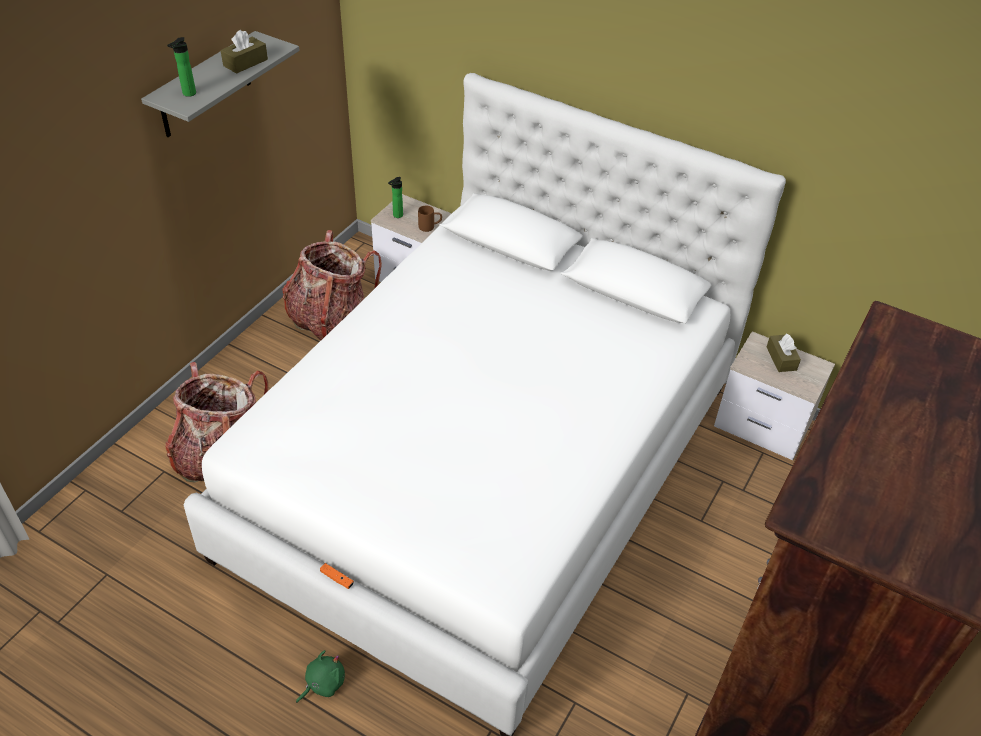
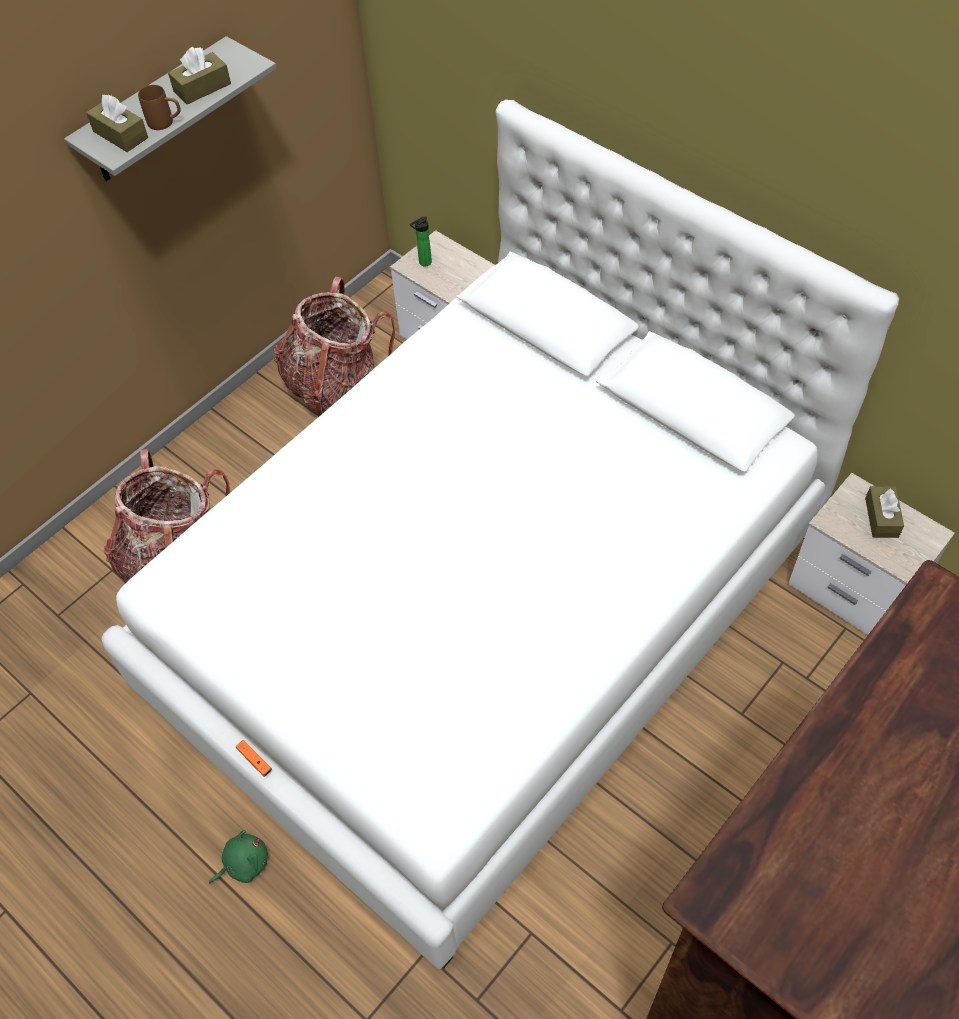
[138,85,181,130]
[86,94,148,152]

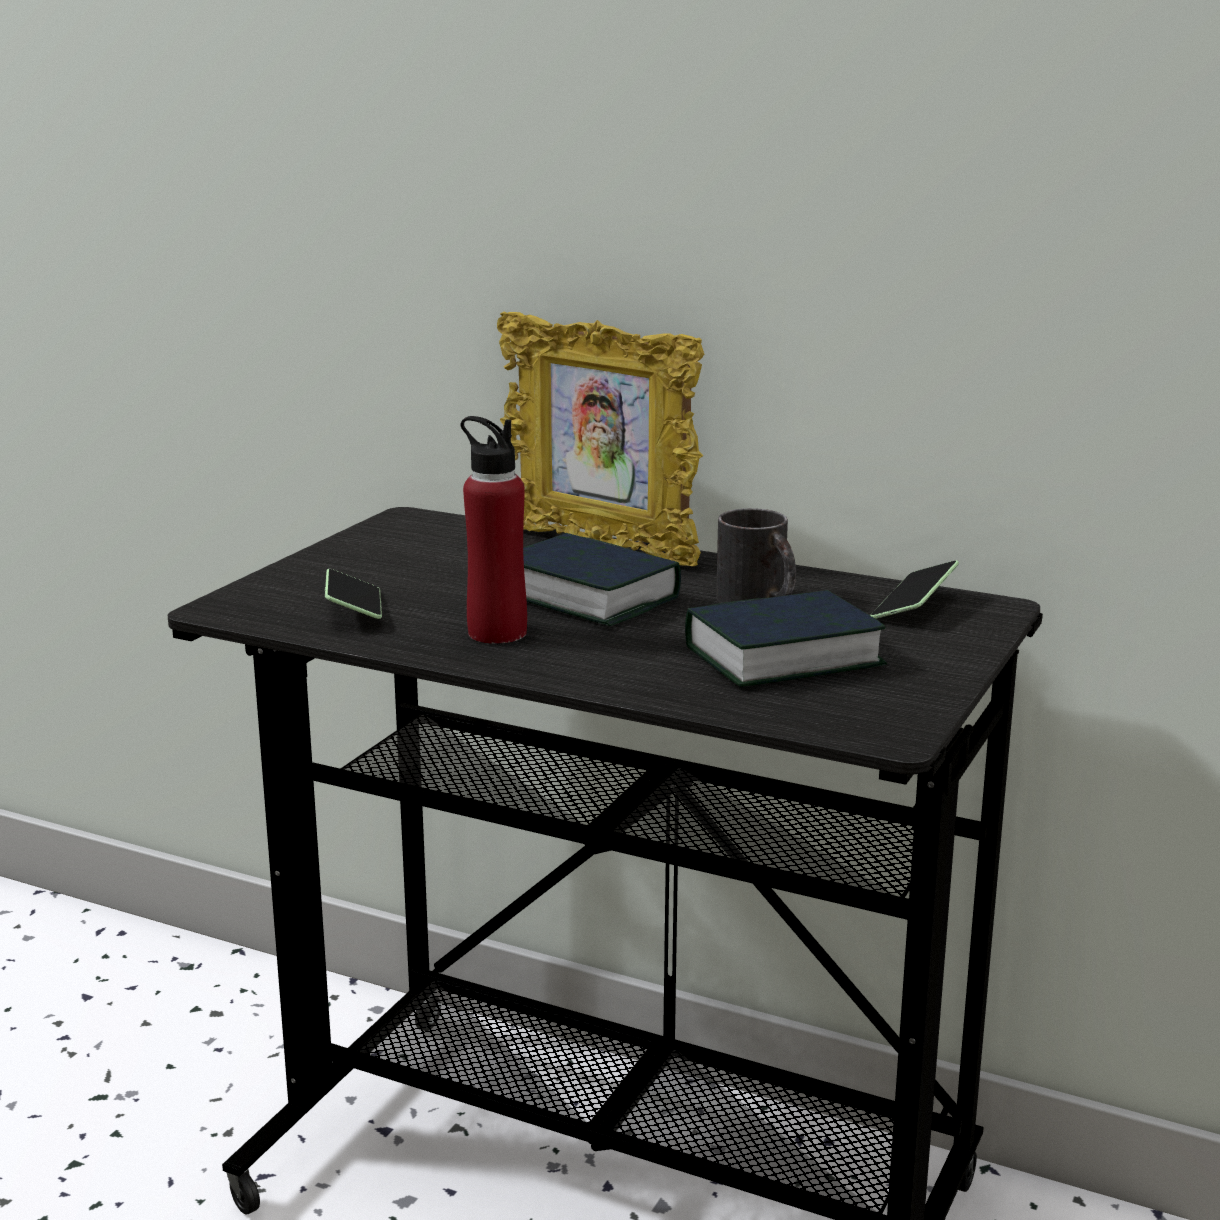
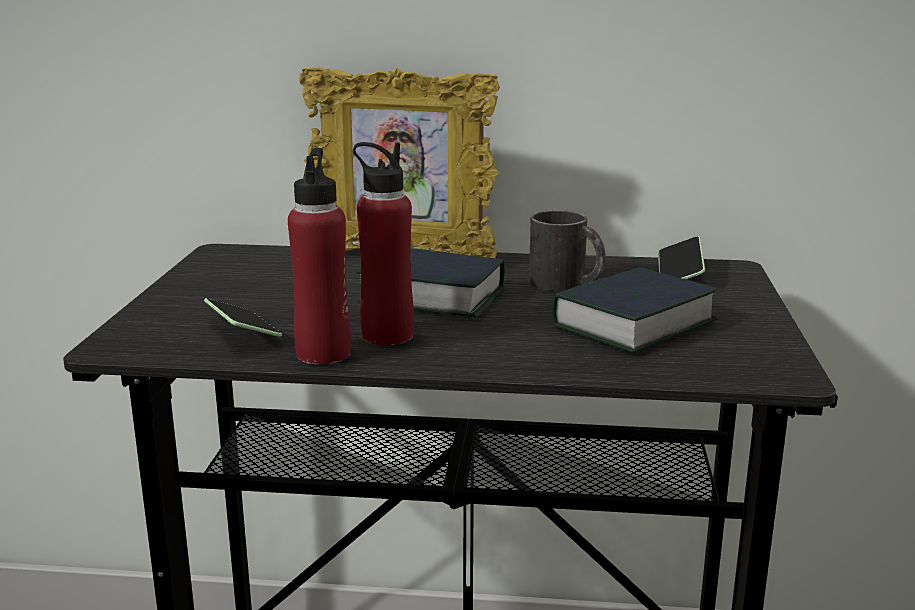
[288,148,351,365]

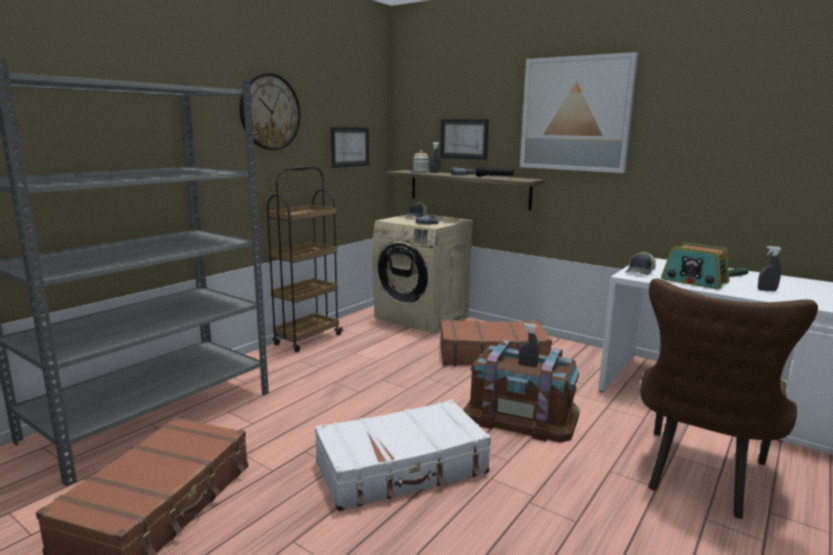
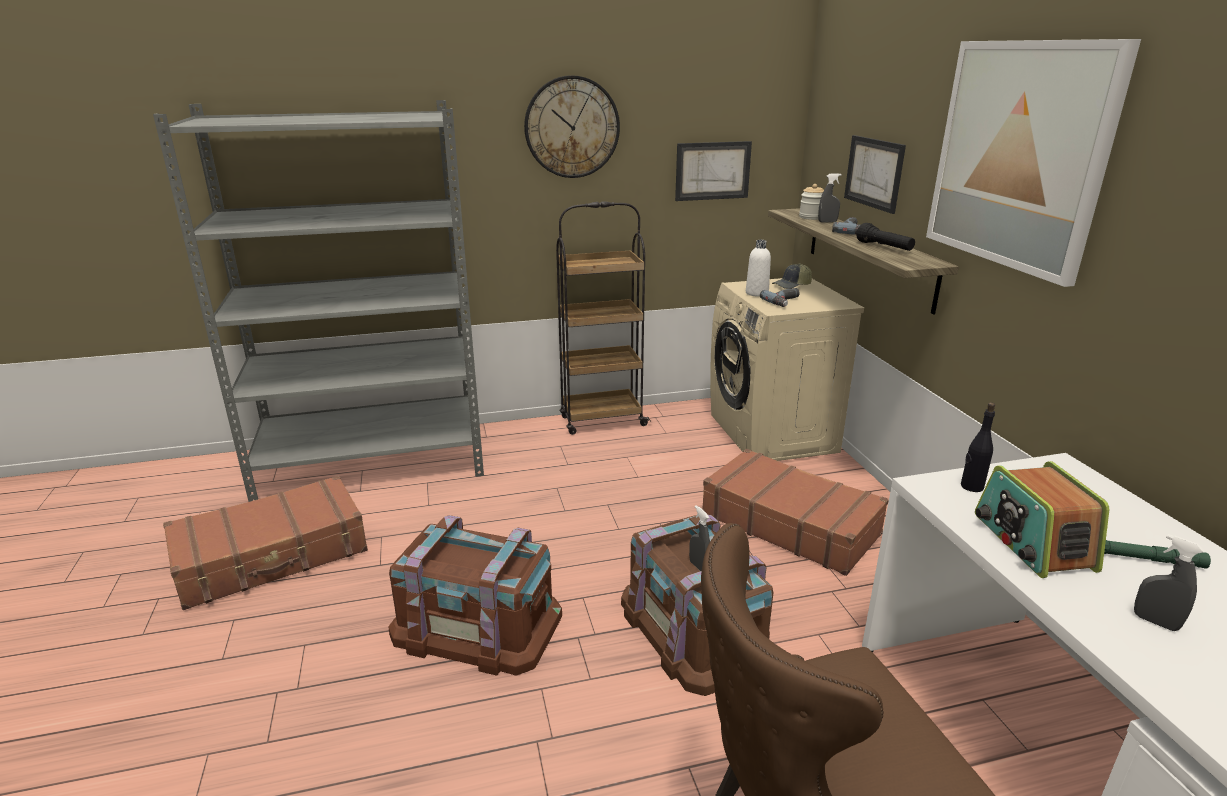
[746,240,771,297]
[388,515,562,676]
[961,403,995,492]

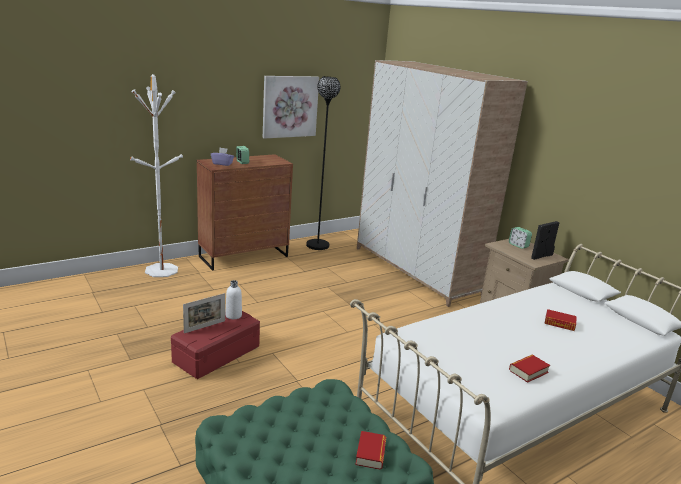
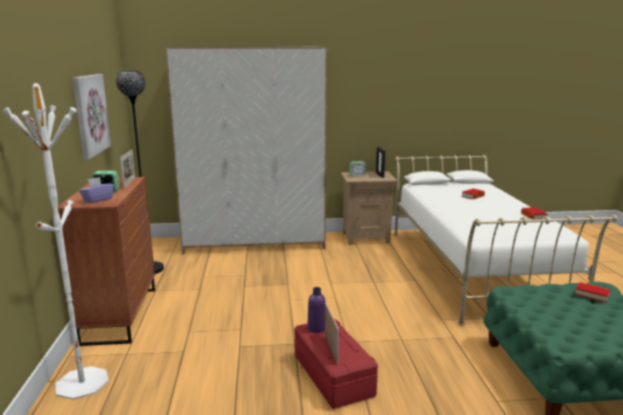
[120,150,135,188]
[307,287,326,333]

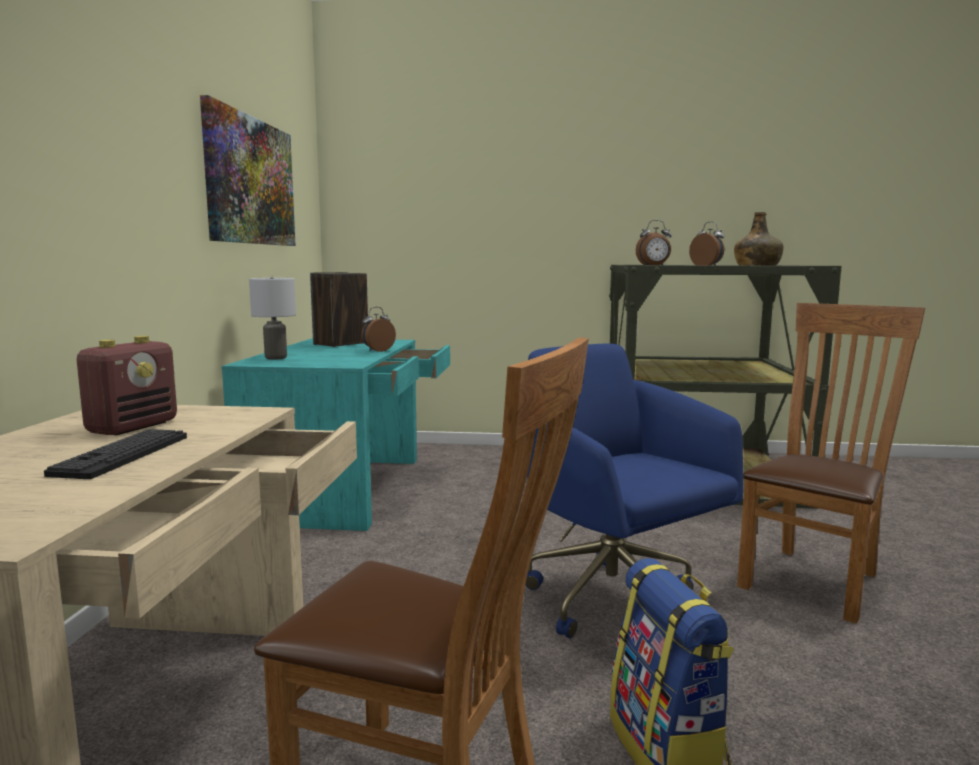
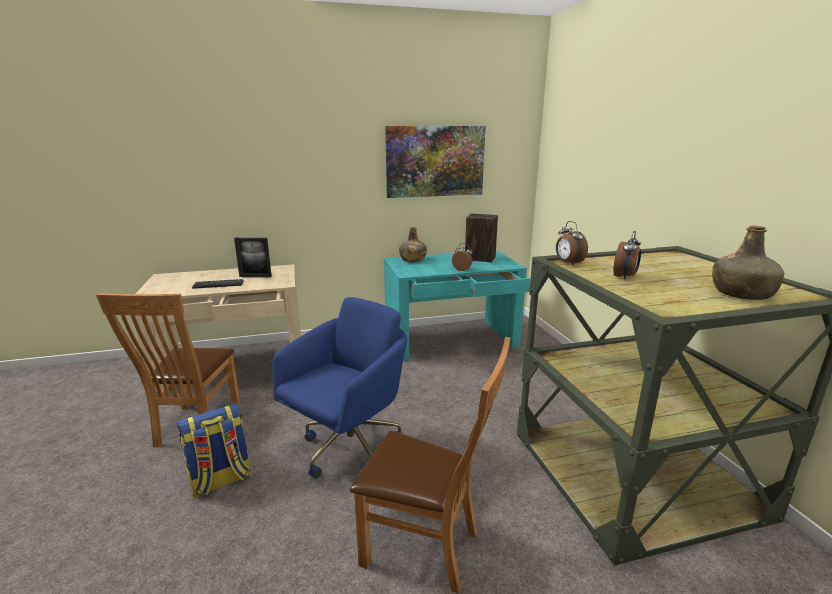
[234,238,272,277]
[399,227,427,262]

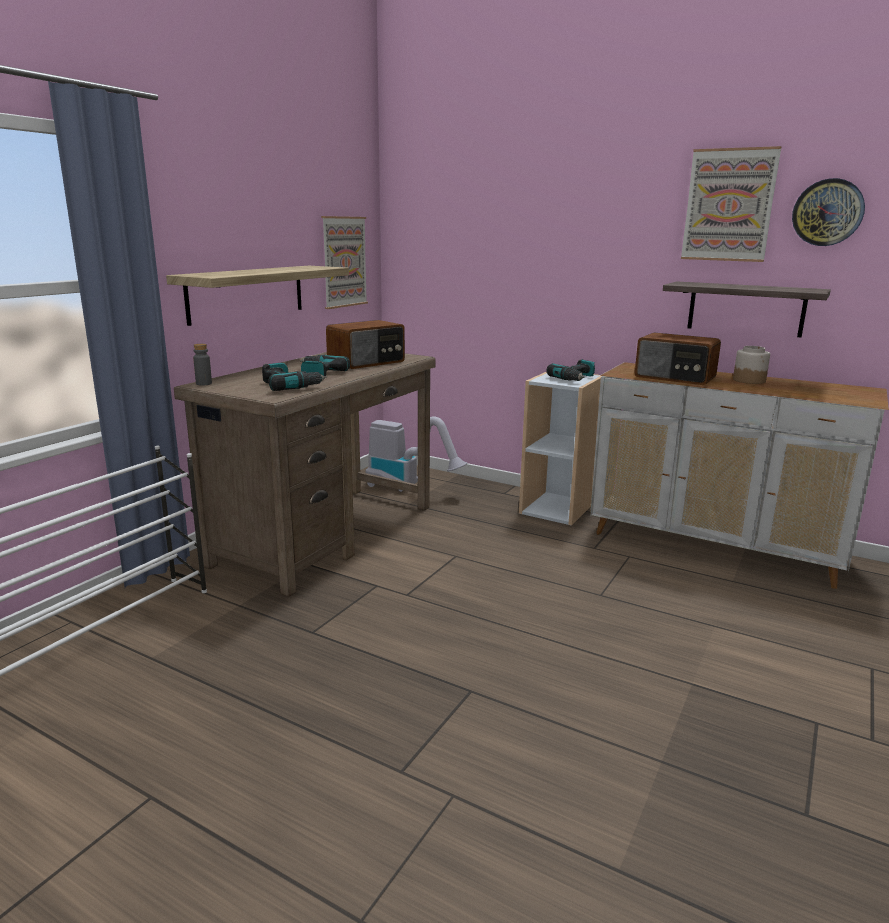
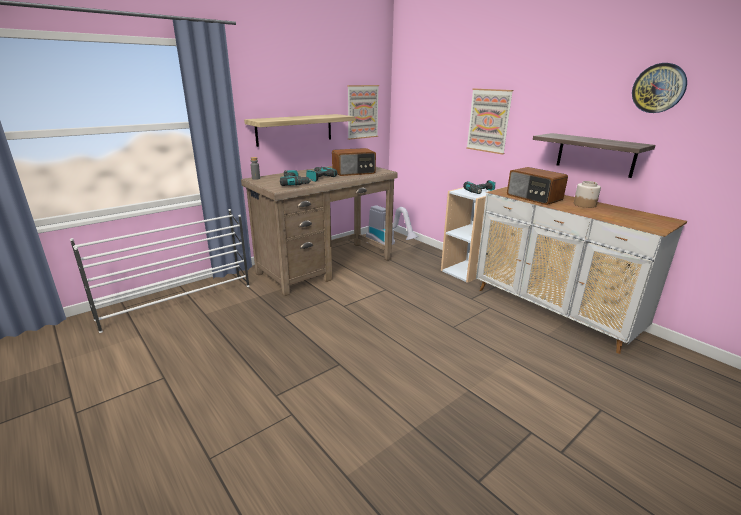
[466,88,513,155]

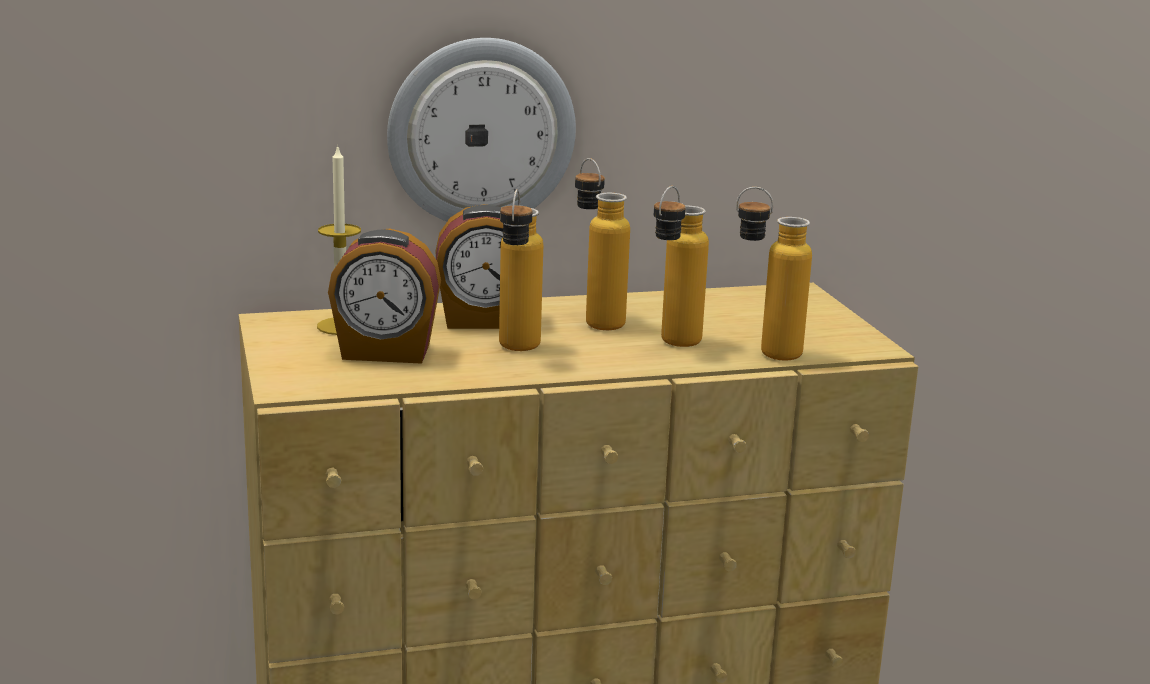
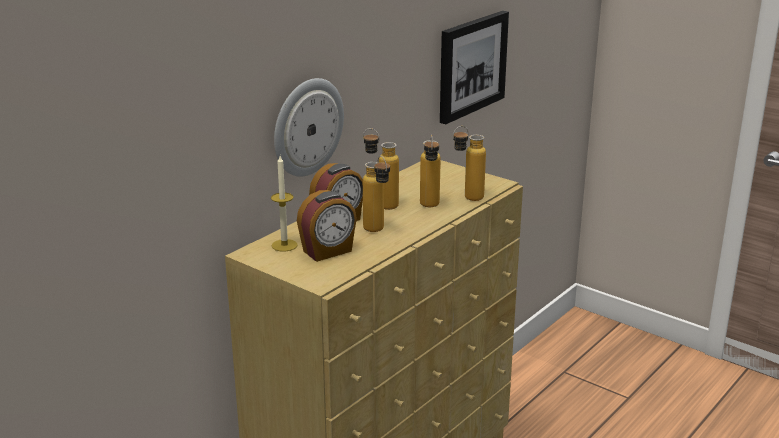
[440,11,509,124]

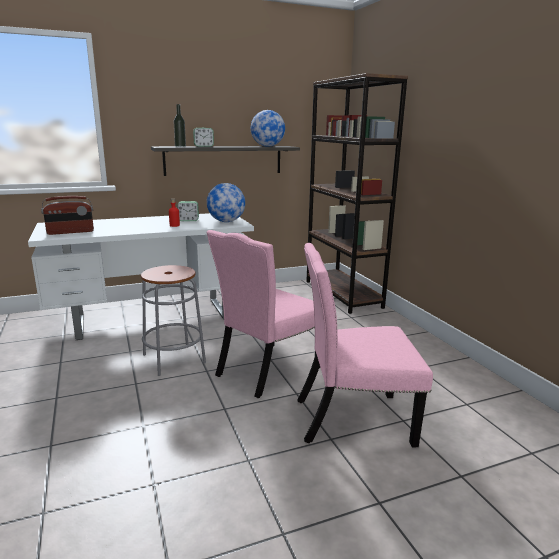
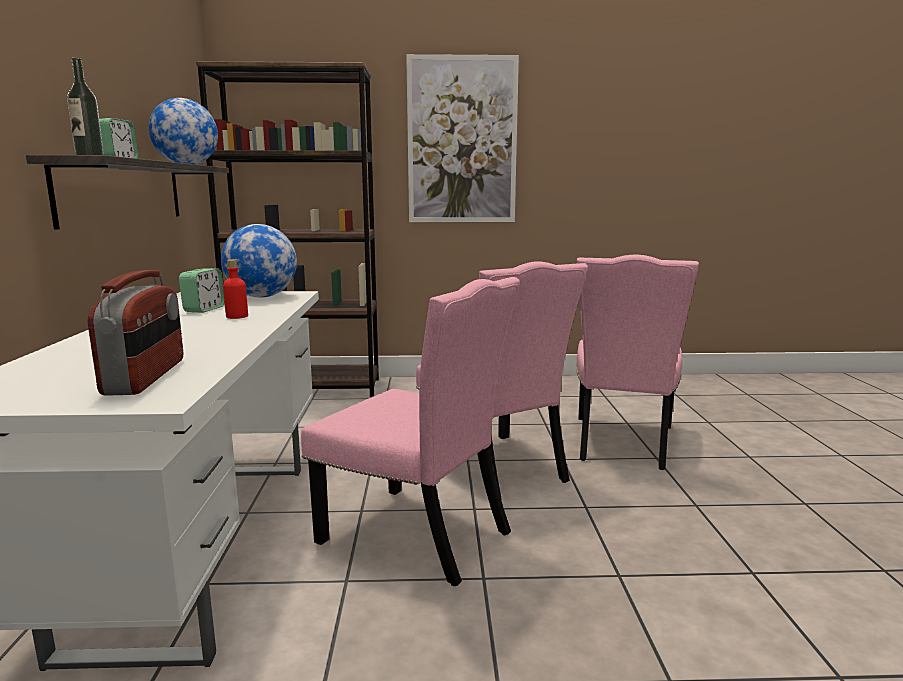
[406,54,519,222]
[301,277,520,586]

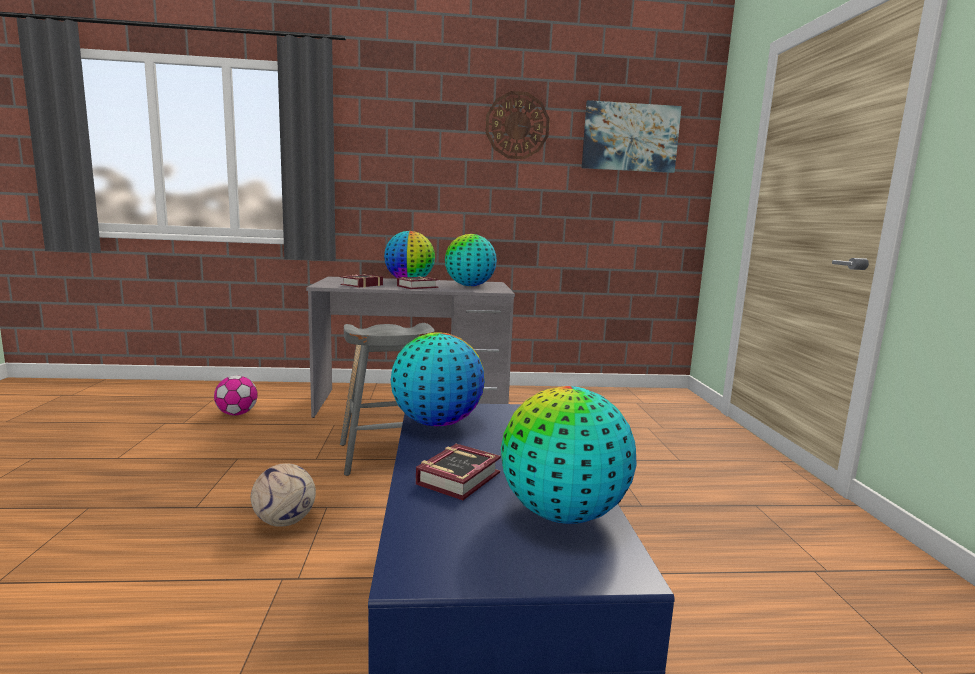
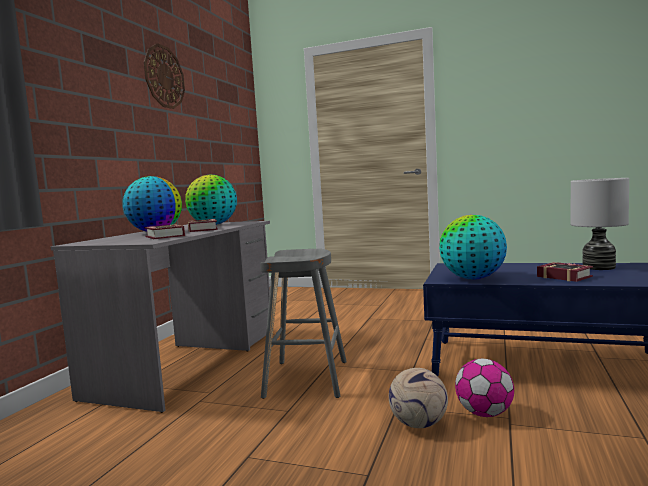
[582,100,682,173] (first image)
[455,359,514,417]
[571,178,629,270]

